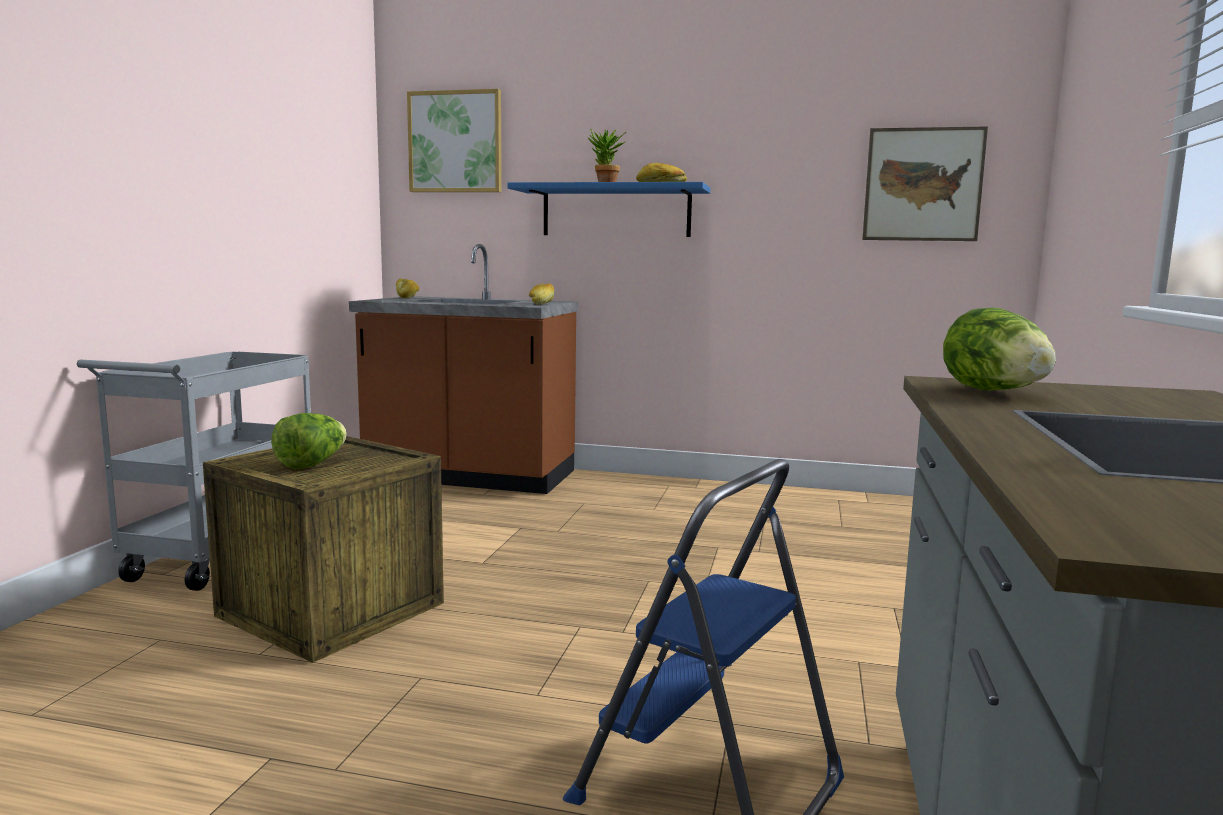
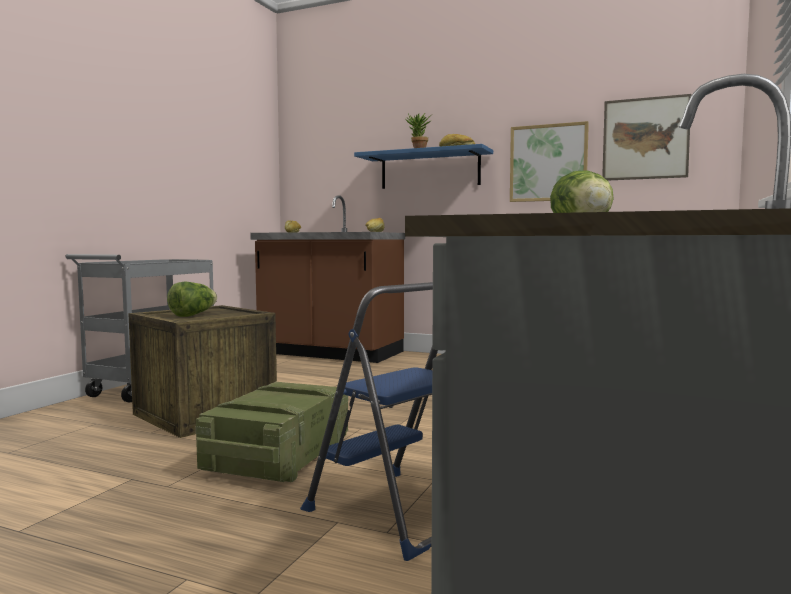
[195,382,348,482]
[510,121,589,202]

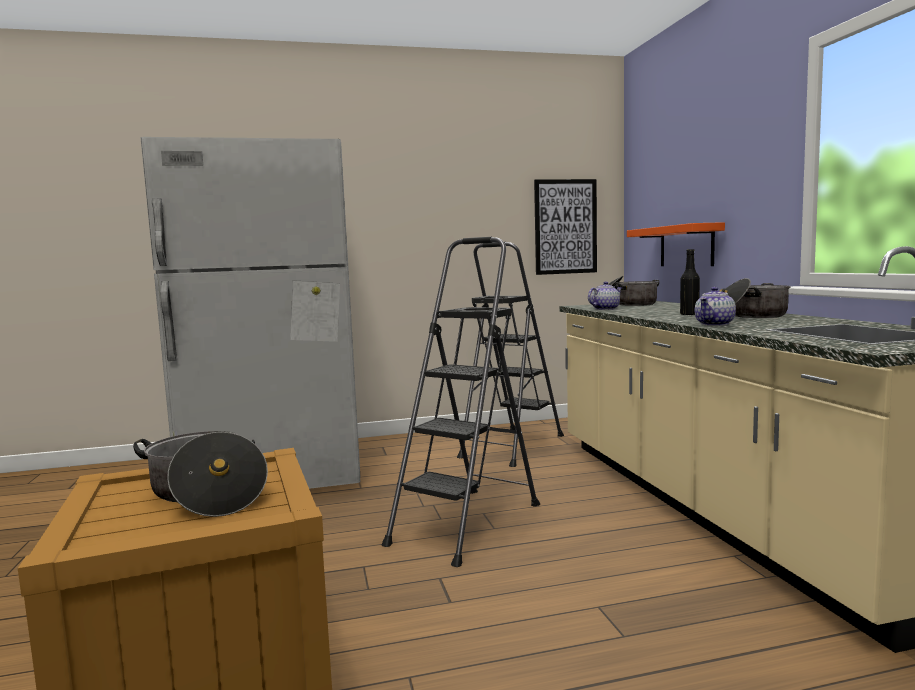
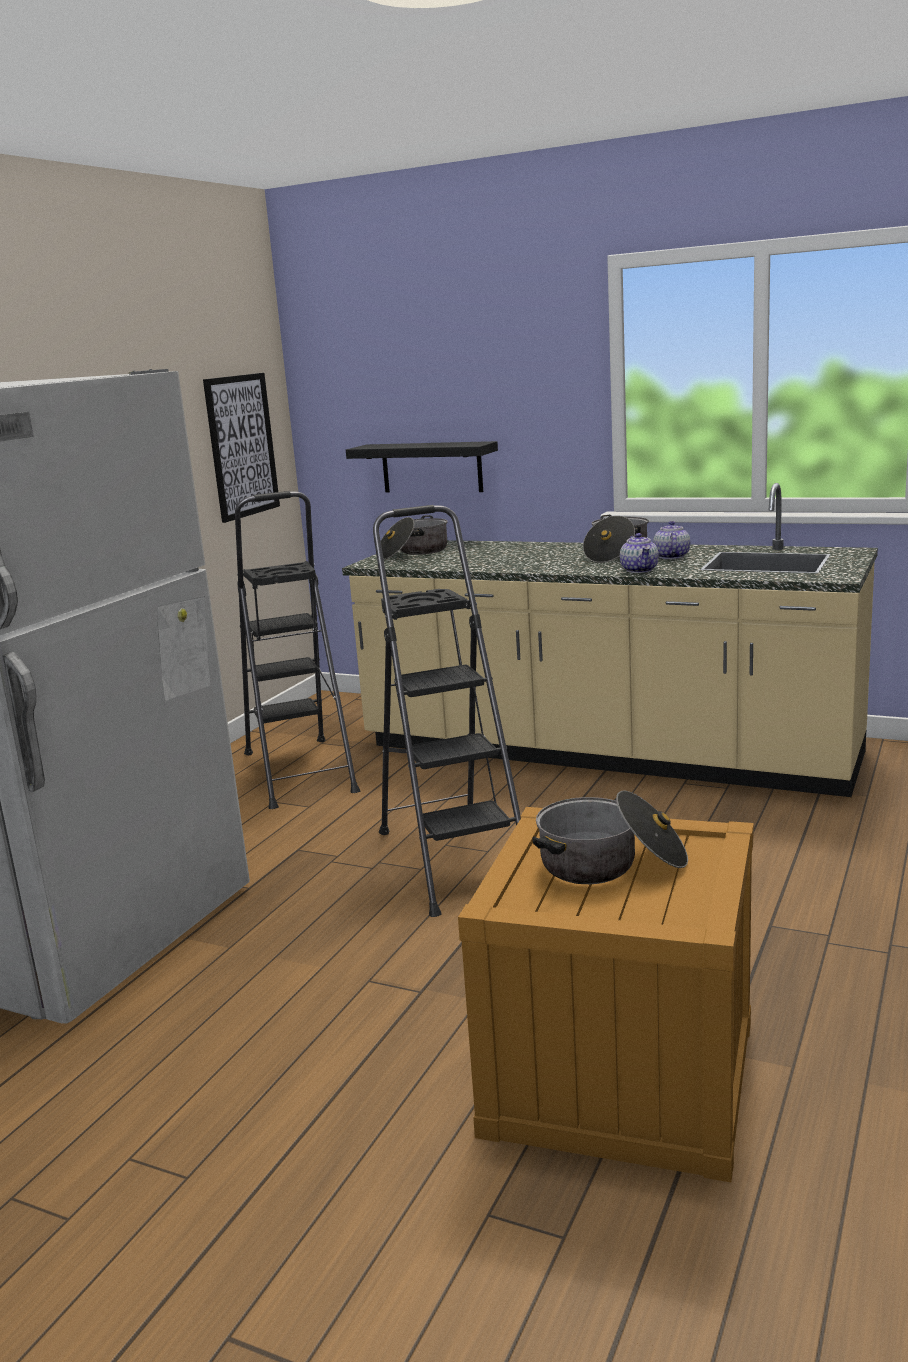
[680,249,700,315] (first image)
[653,521,690,559]
[346,441,498,493]

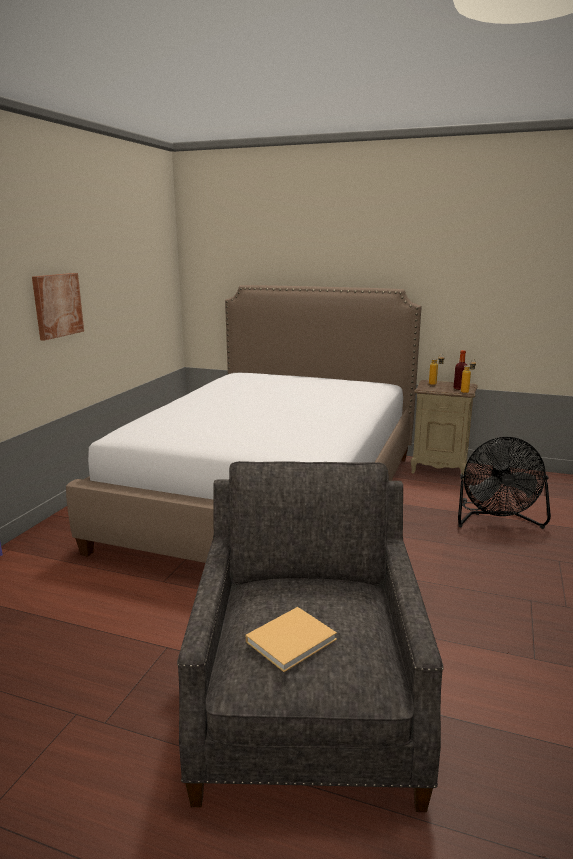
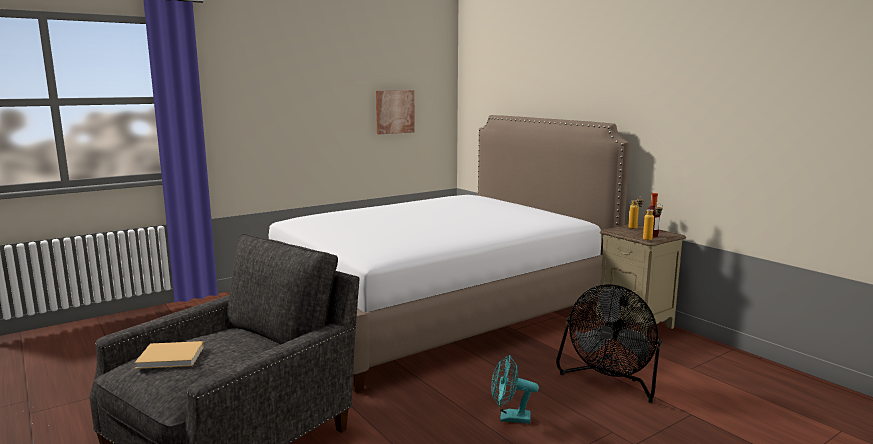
[491,355,539,424]
[376,90,415,134]

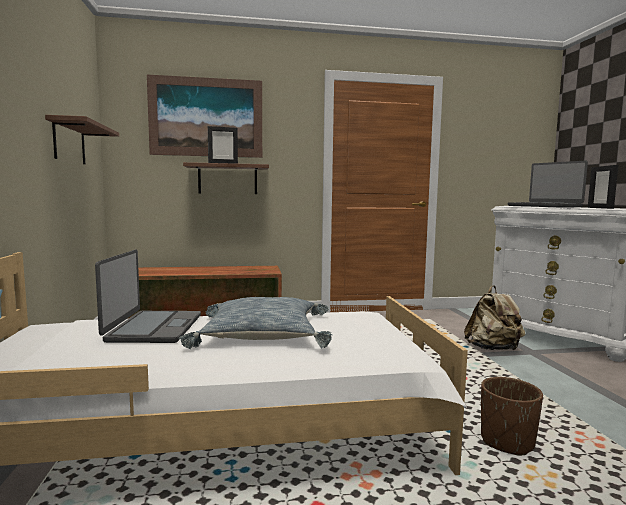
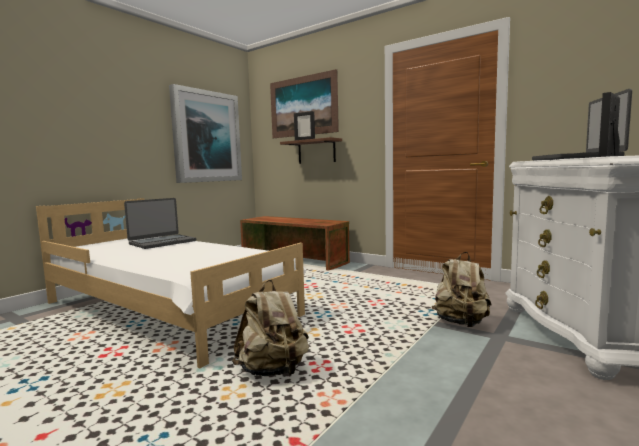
[179,297,332,349] (first image)
[169,84,242,183]
[232,280,309,376]

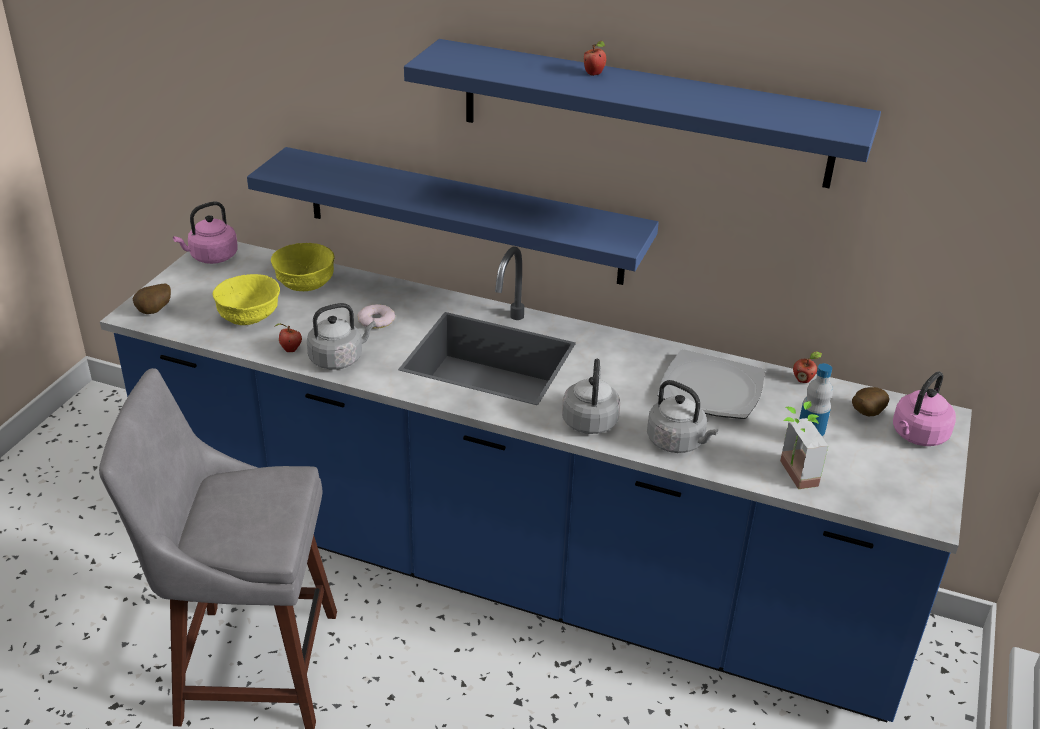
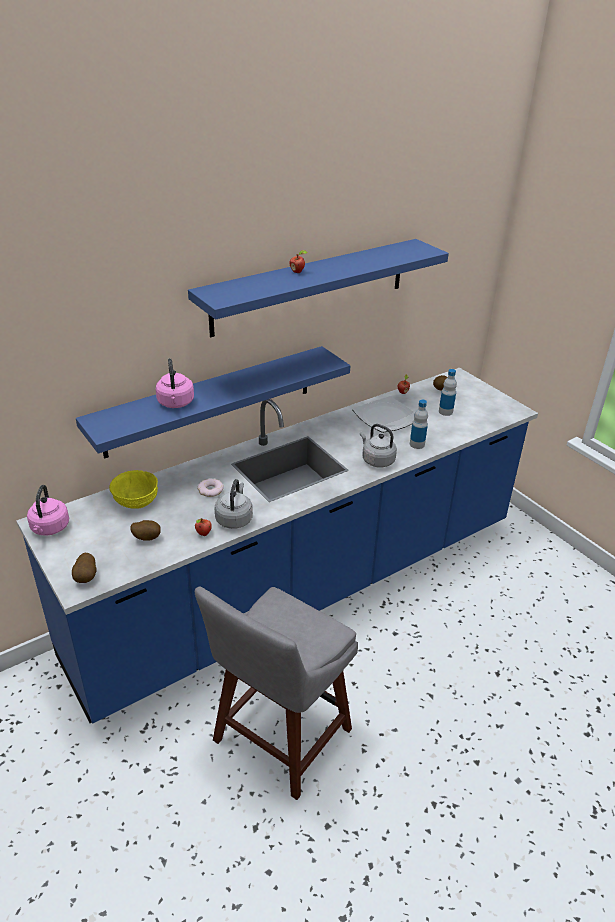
[780,401,828,489] (first image)
[156,358,194,408]
[130,520,161,541]
[410,399,428,449]

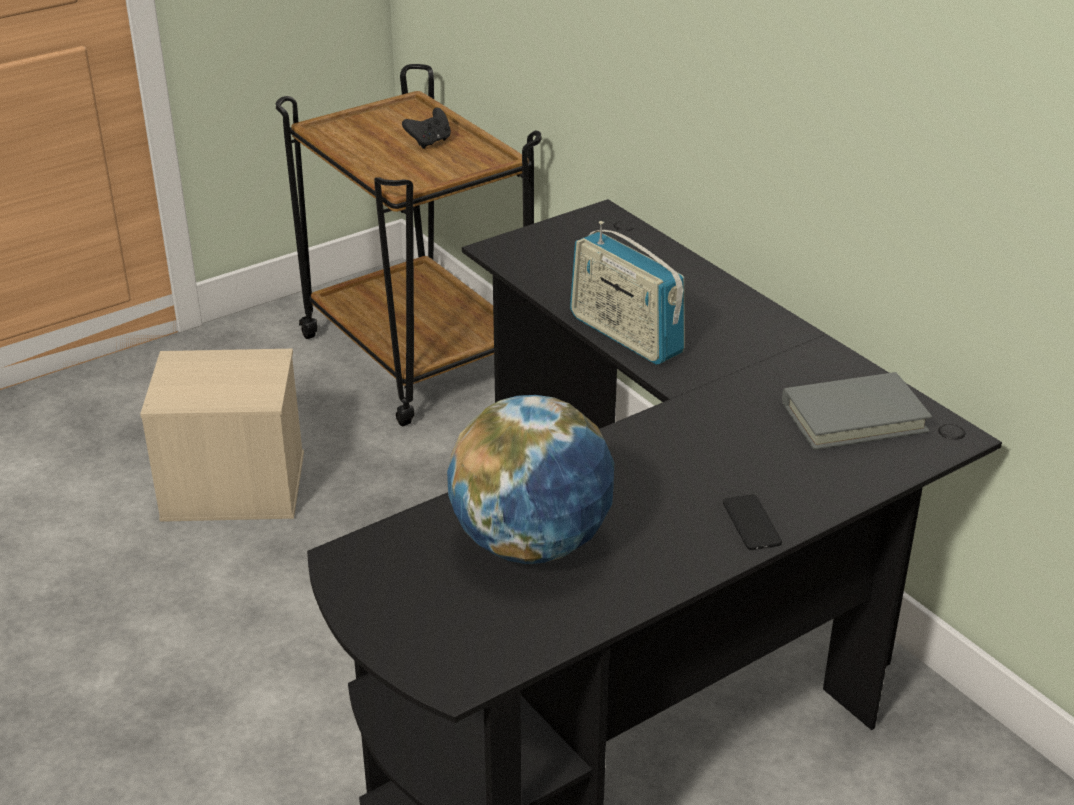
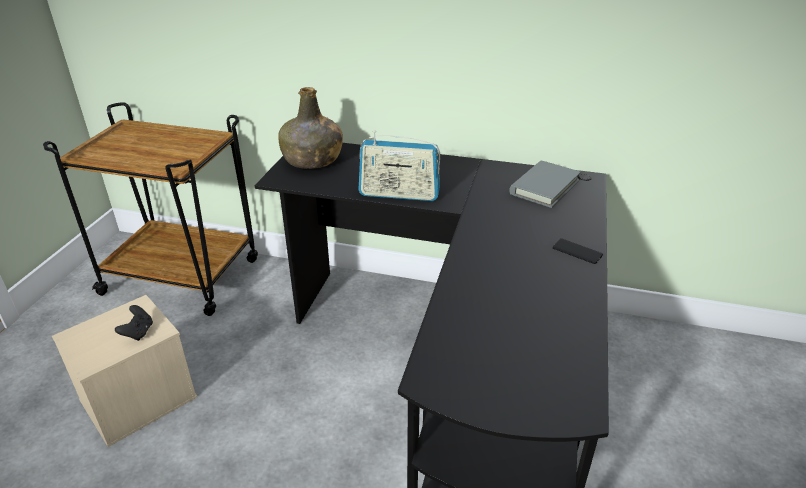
[447,395,614,564] (first image)
[278,87,343,169]
[115,305,153,341]

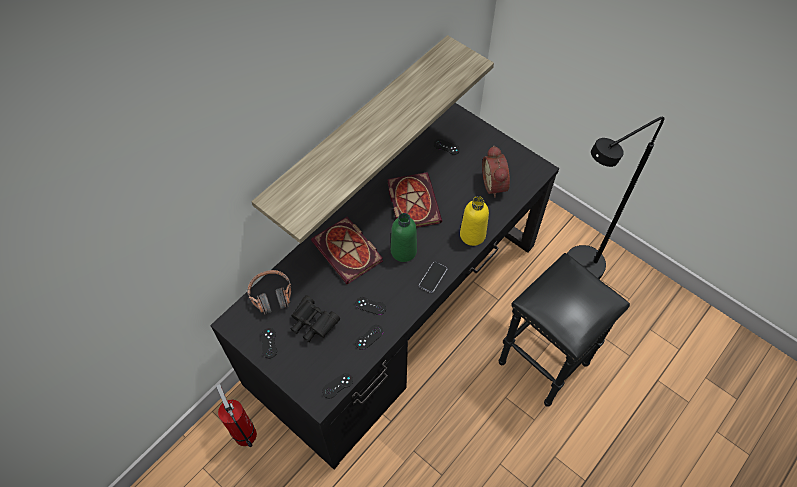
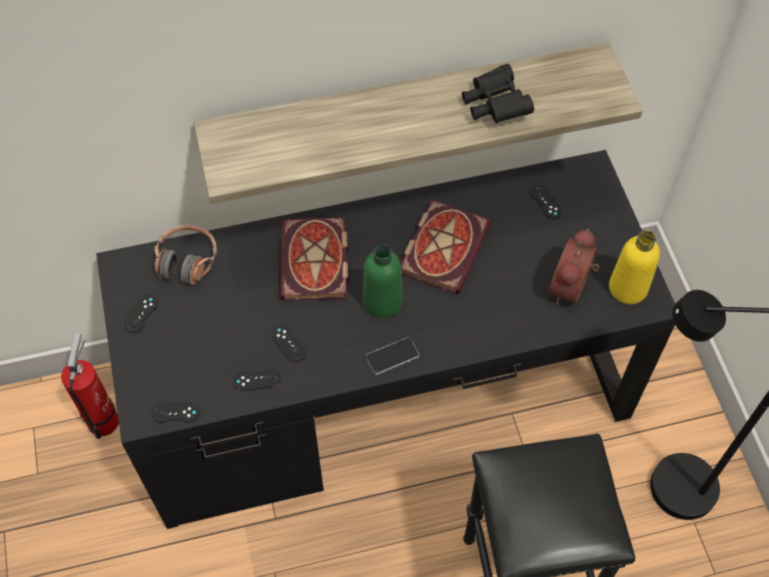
[462,64,534,123]
[609,230,660,304]

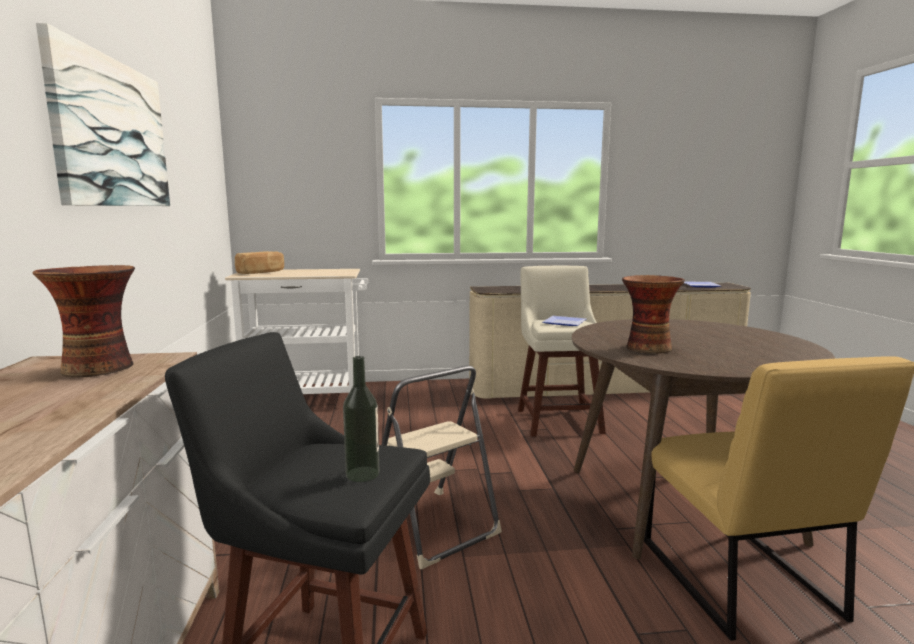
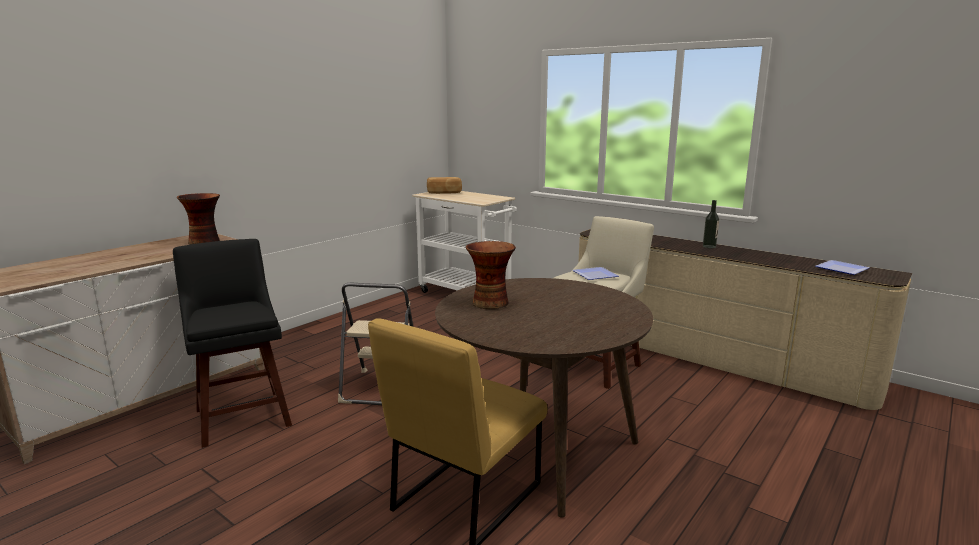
[36,23,170,206] (first image)
[703,200,719,248]

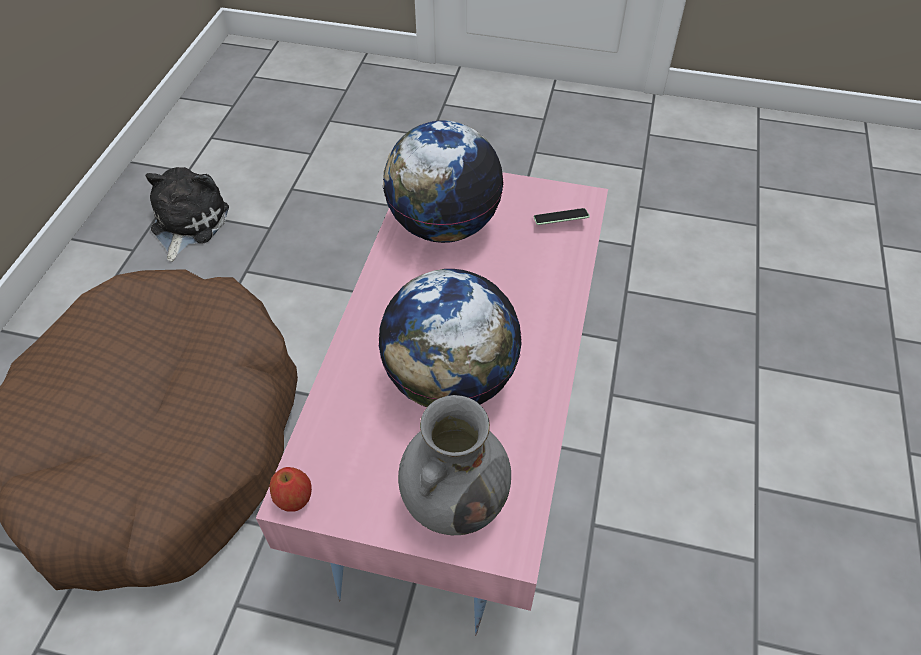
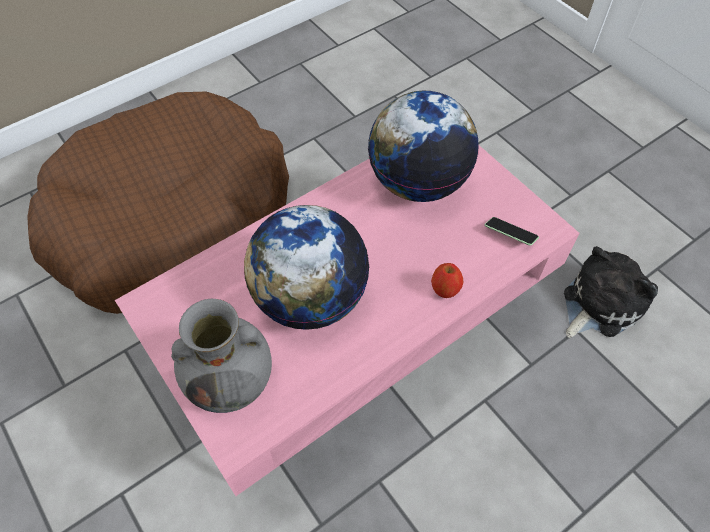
[564,246,658,338]
[431,263,463,298]

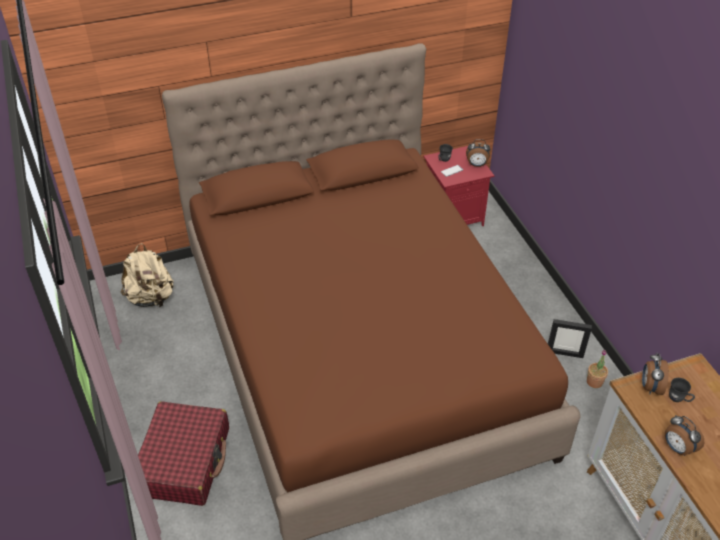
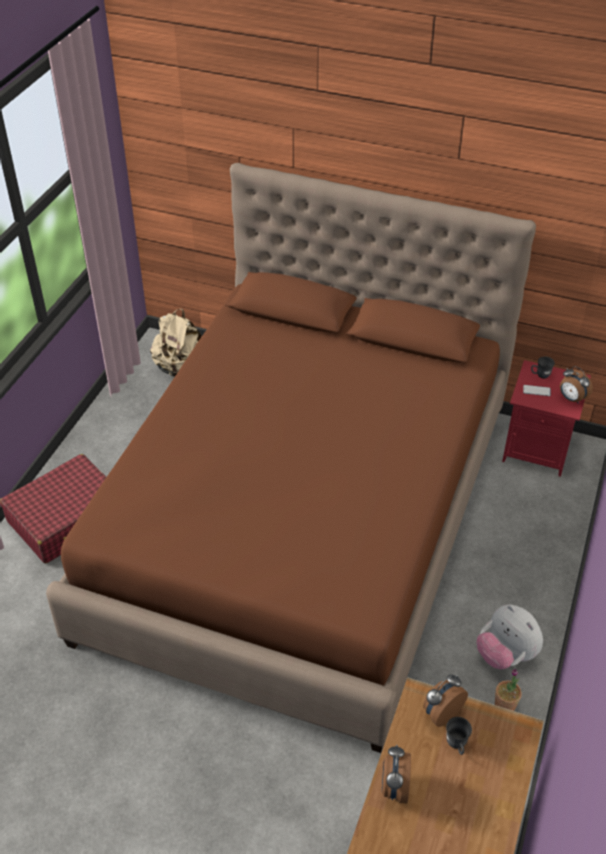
[477,604,543,669]

